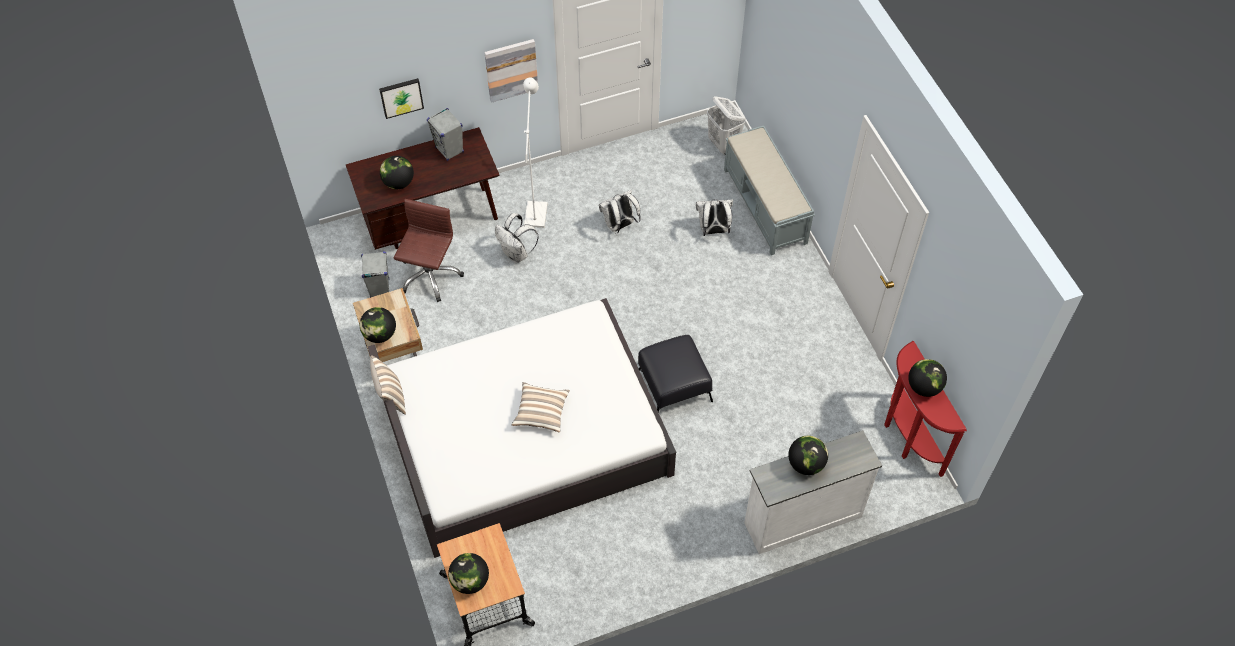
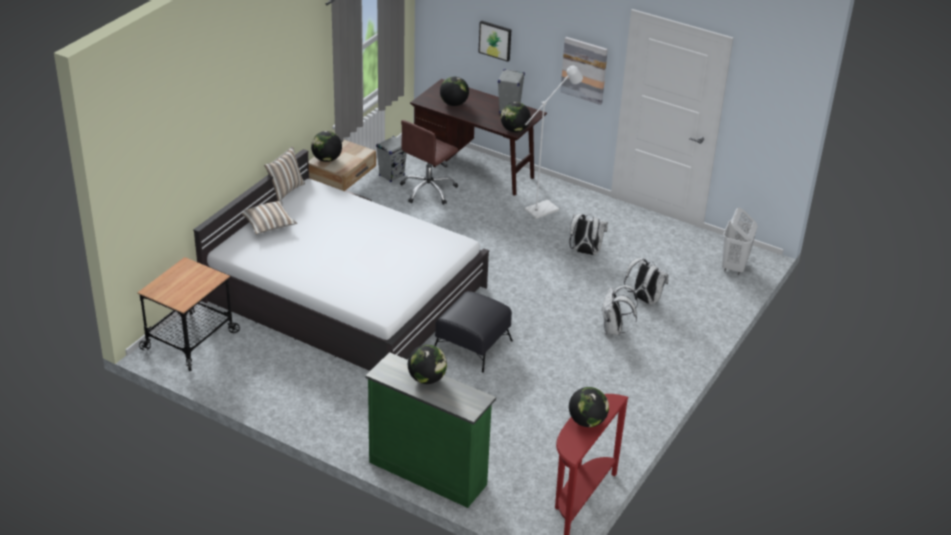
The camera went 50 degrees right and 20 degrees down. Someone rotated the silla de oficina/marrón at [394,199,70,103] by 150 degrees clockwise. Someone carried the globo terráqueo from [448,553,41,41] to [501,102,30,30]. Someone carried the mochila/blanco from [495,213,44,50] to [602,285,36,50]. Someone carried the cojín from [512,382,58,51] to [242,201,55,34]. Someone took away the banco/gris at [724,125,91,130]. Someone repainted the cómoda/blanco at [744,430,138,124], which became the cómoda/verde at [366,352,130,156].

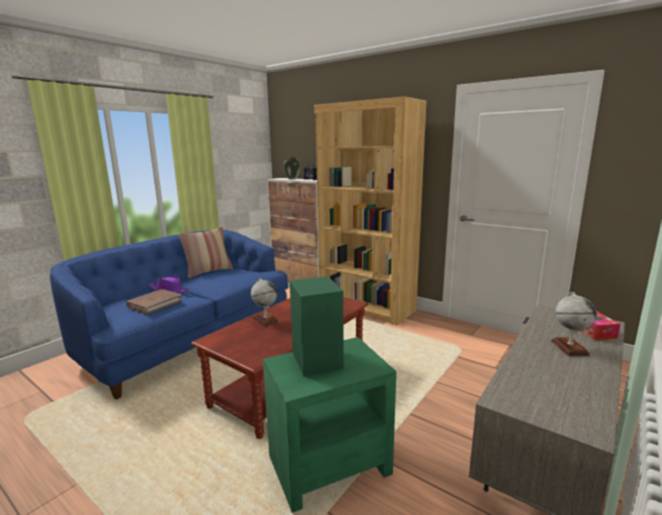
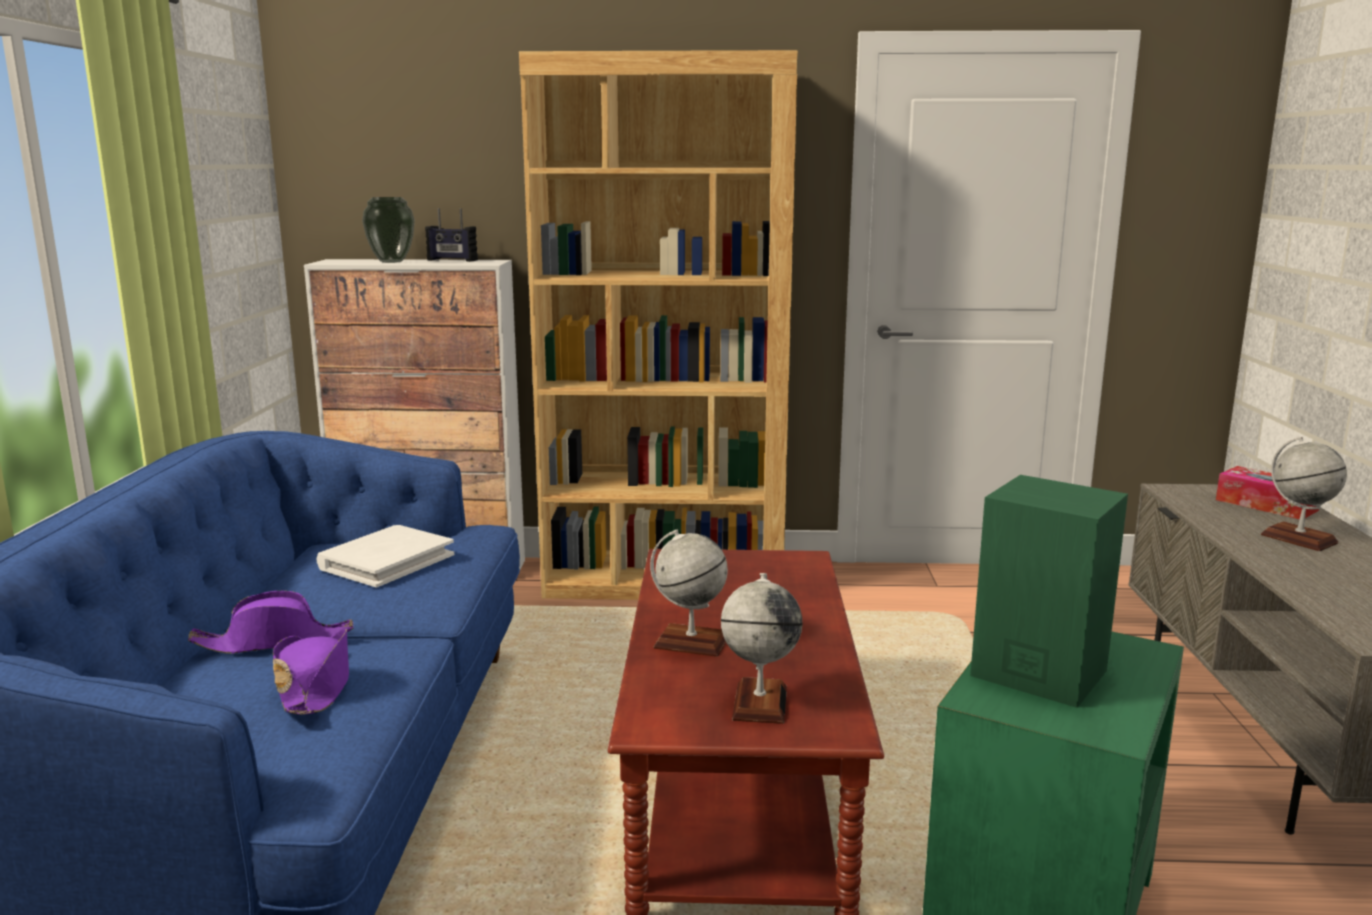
The camera went 35 degrees left and 0 degrees up. Someone swapped the libro/marrón at [126,289,57,25] for the sombrero/morado at [273,629,76,86]. Someone took away the cojín at [179,227,54,51]. Someone put down the libro/blanco at [317,525,137,62]. Someone put down the globo terráqueo at [721,573,81,151].

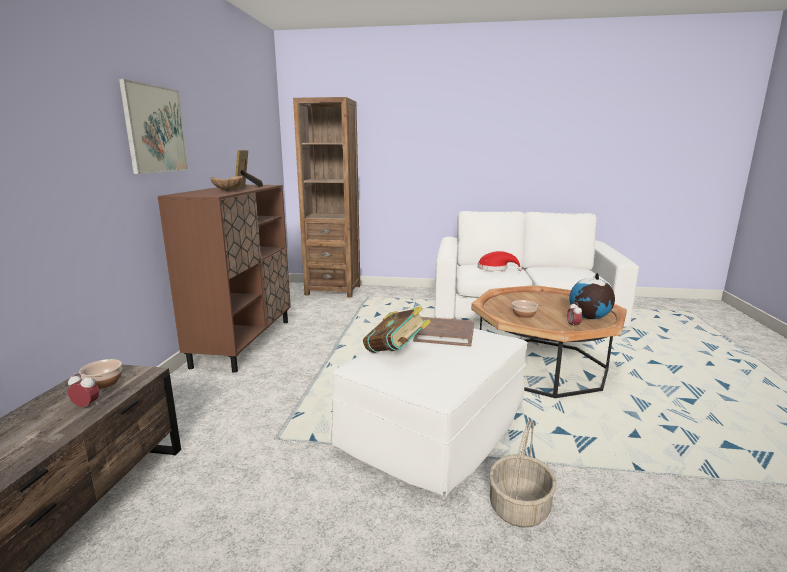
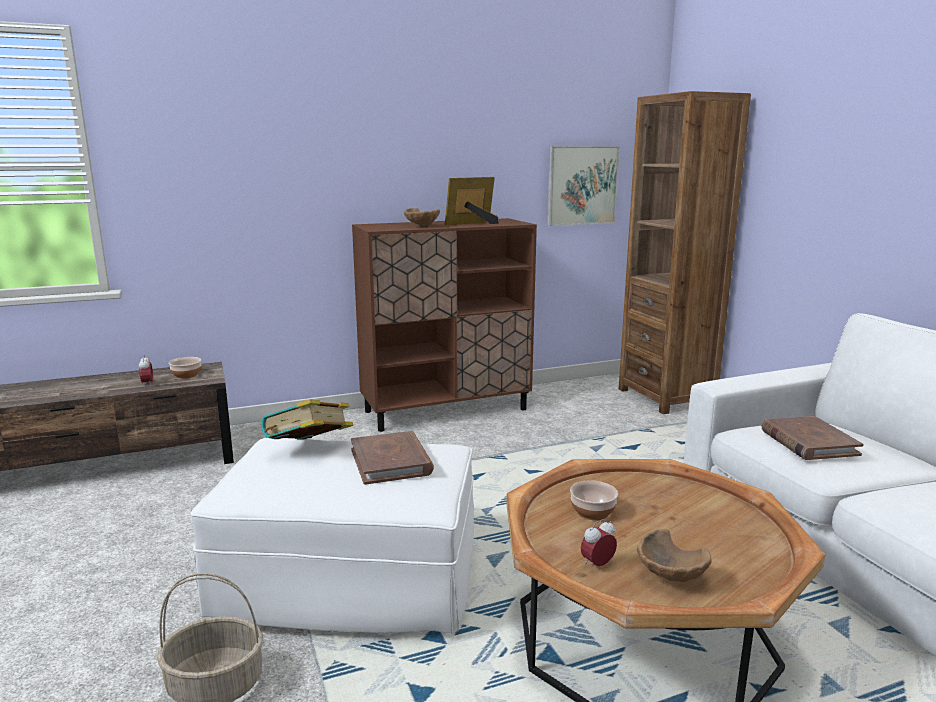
The camera went 60 degrees right and 0 degrees up. Someone carried the cuadro from [119,79,69,95] to [547,146,73,80]. Someone swapped the sombrero/rojo at [478,251,44,20] for the libro/marrón at [761,416,103,44]. Someone swapped the globo terráqueo at [569,273,46,46] for the cuenco/marrón at [637,529,75,53].

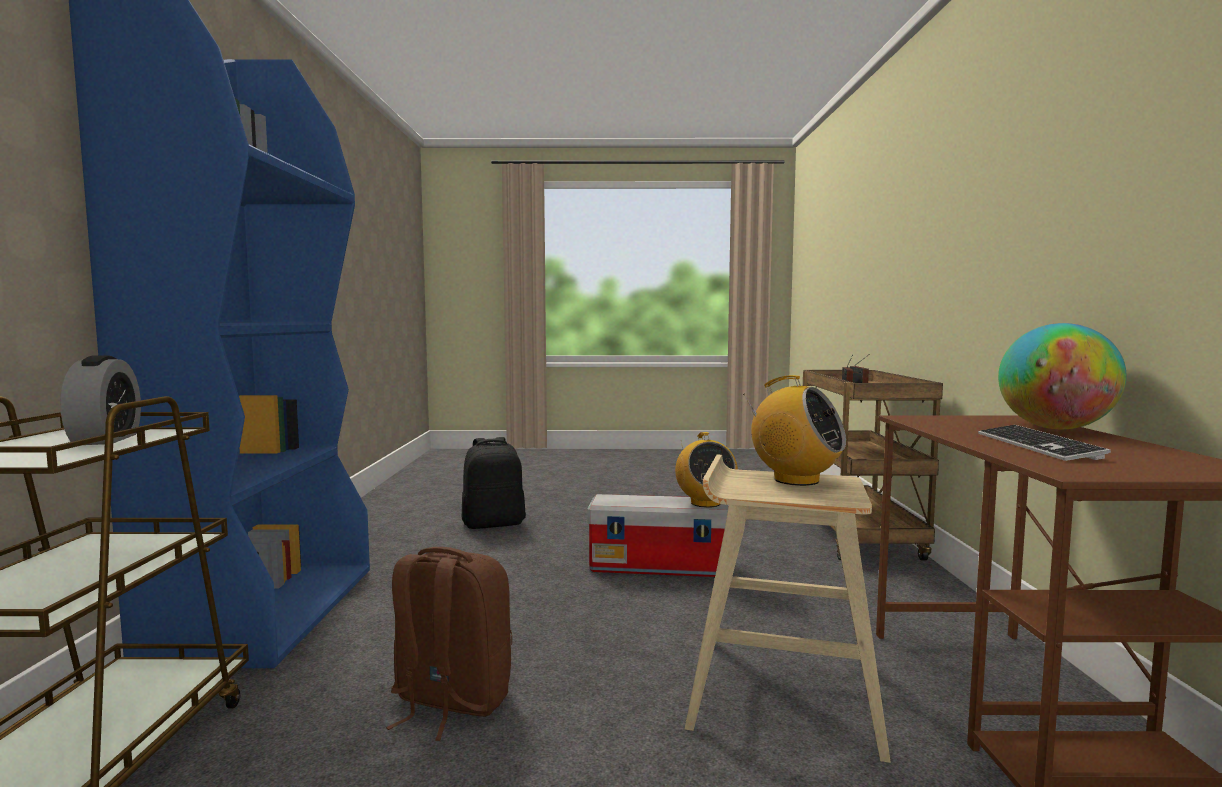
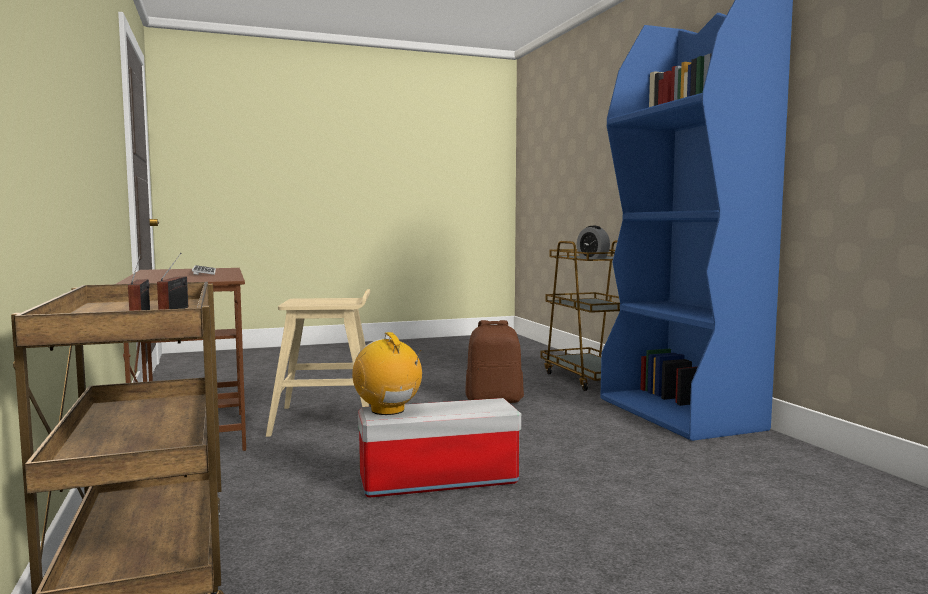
The camera went 160 degrees right and 0 degrees up. Someone took away the mochila/negro at [462,437,64,92]. Someone took away the radio at [743,375,103,111]. Someone took away the globo terráqueo at [998,323,128,106].

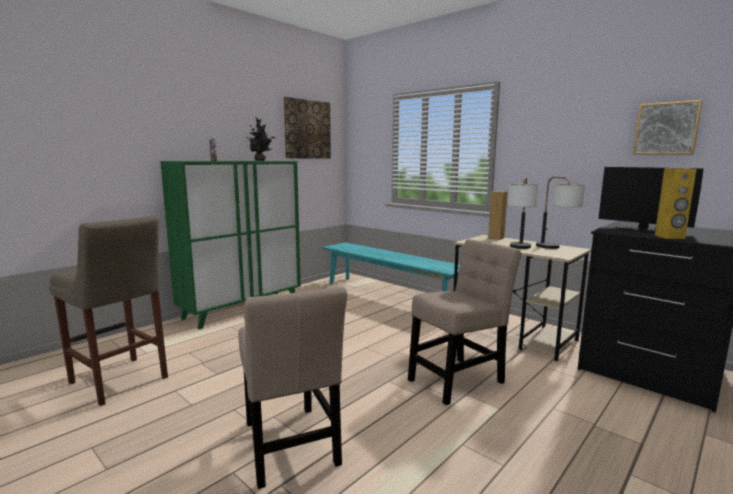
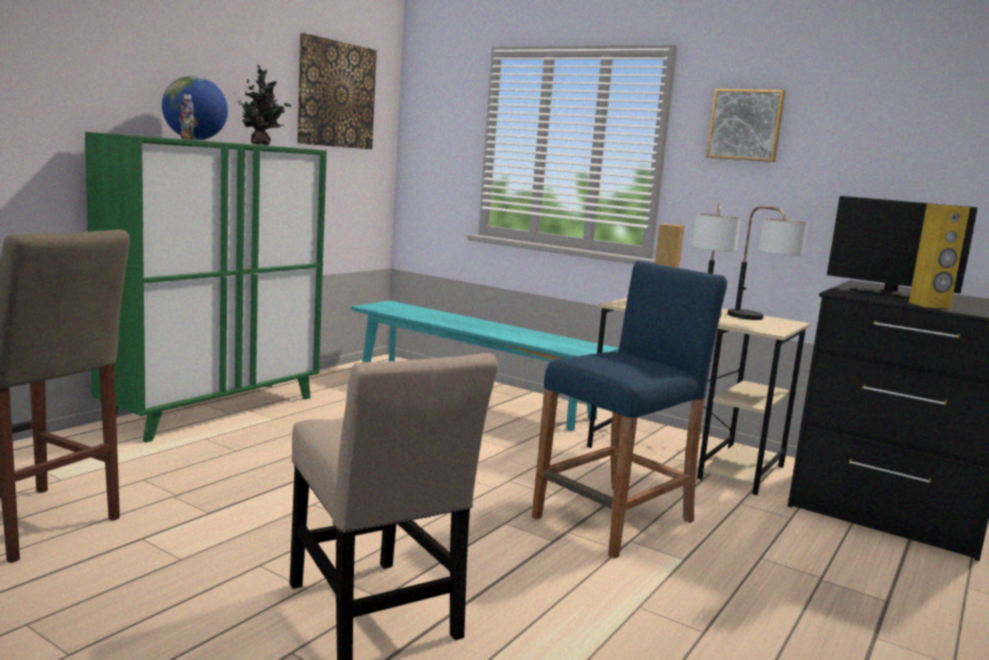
The camera went 10 degrees left and 0 degrees up. Someone swapped the silla/beis at [408,239,113,166] for the taburete/azul at [532,261,195,298]. Someone carried the cuadro from [633,100,69,55] to [706,89,79,73]. Someone put down the globo terráqueo at [162,76,66,64].

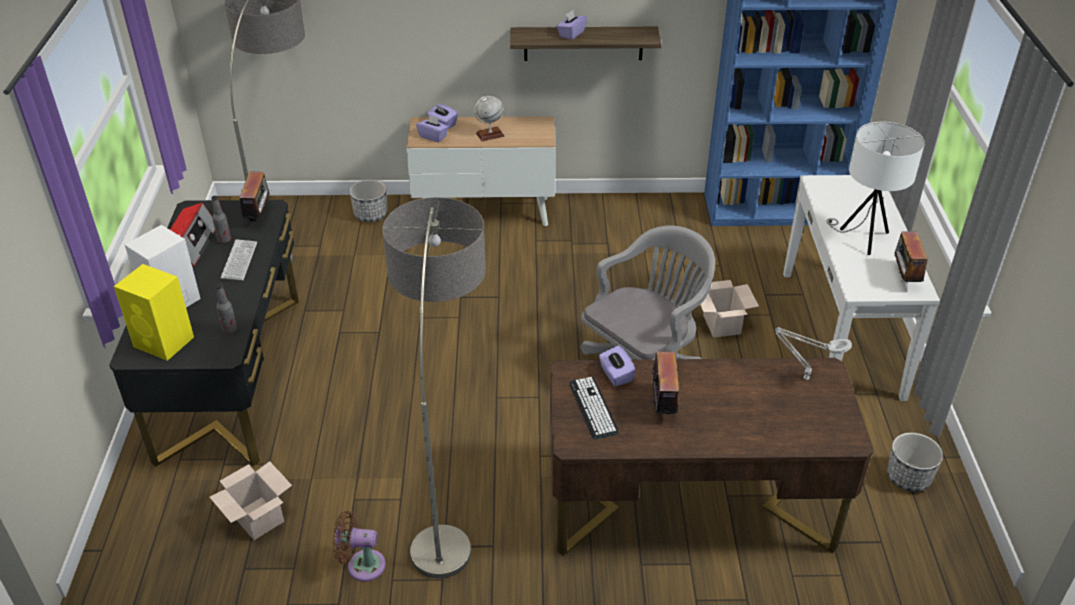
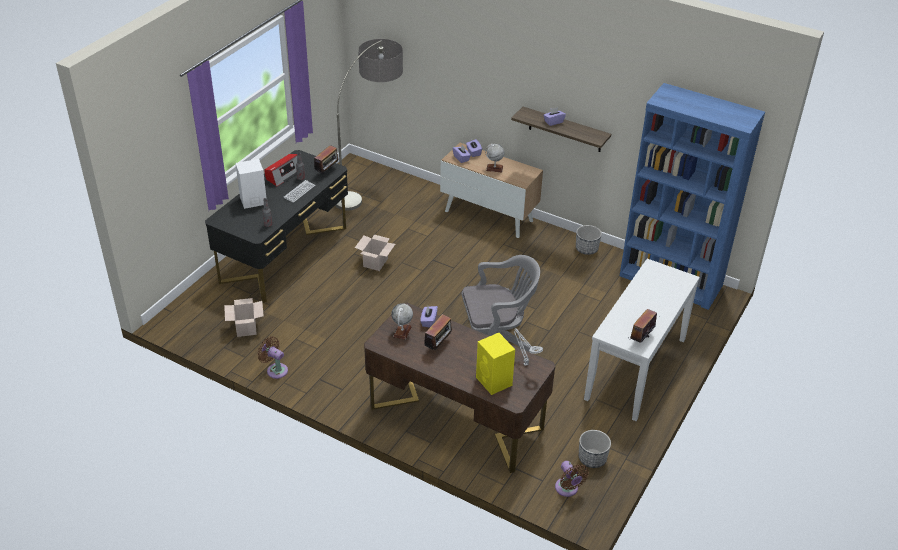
The camera went 30 degrees right and 0 degrees up. Someone carried the altavoz/amarillo from [114,264,80,97] to [476,333,39,62]. Someone carried the maceta from [349,180,38,42] to [576,225,26,30]. Someone took away the lámpara de pie at [382,197,104,382]. Someone swapped the teclado at [569,377,50,62] for the globo terráqueo at [391,303,22,37]. Someone carried the caja de cartón from [700,280,59,58] to [355,235,40,36]. Someone took away the lámpara de mesa/blanco at [826,122,99,133]. Someone put down the ventilador/marrón at [555,461,34,36].

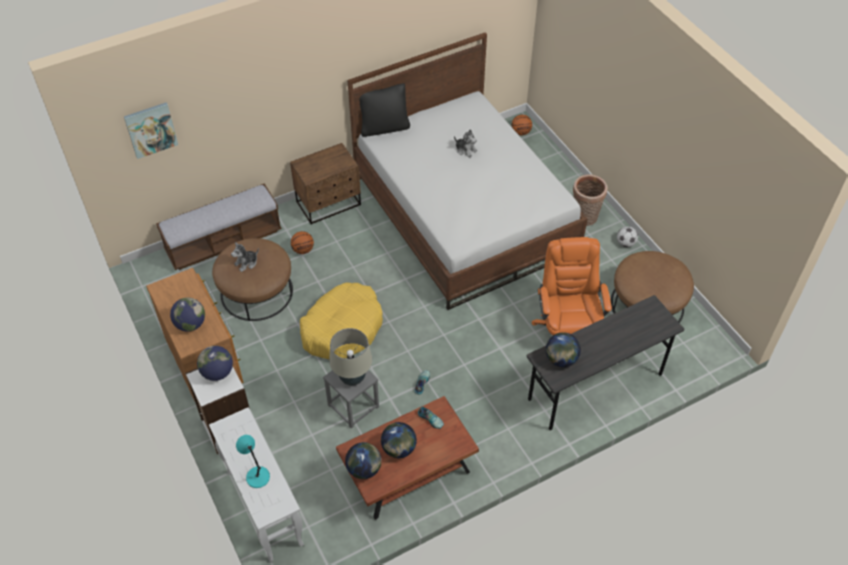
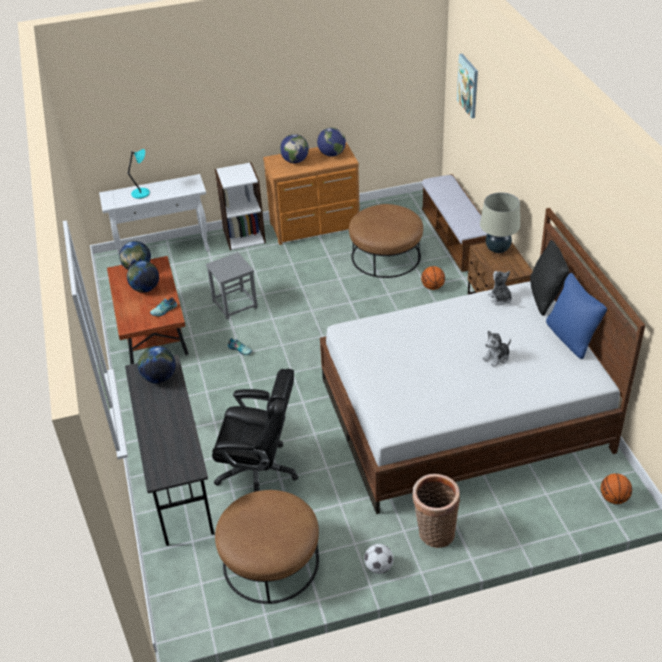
The camera went 105 degrees right and 10 degrees down. Someone carried the globo terráqueo from [197,346,36,35] to [317,127,29,30]. Someone carried the peluche from [231,242,28,30] to [488,271,24,34]. Someone took away the cama para perro/amarillo at [300,282,83,77]. Someone carried the lámpara de mesa/beis from [329,328,43,58] to [480,192,40,61]. Someone repainted the silla de oficina/naranja at [532,237,80,98], which became the silla de oficina/negro at [212,369,86,123]. Someone put down the cojín/azul at [546,273,61,86].

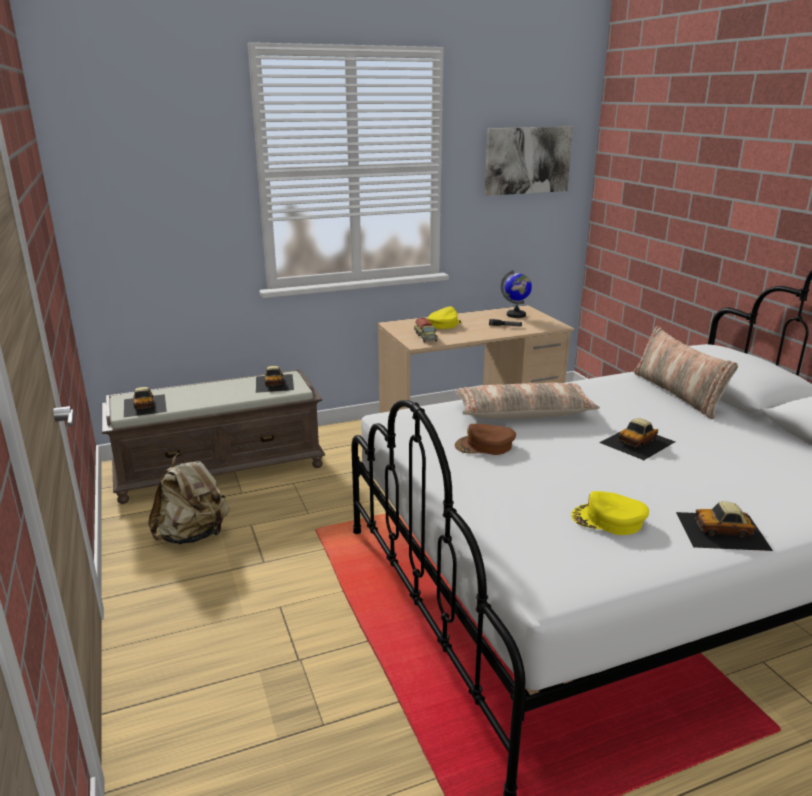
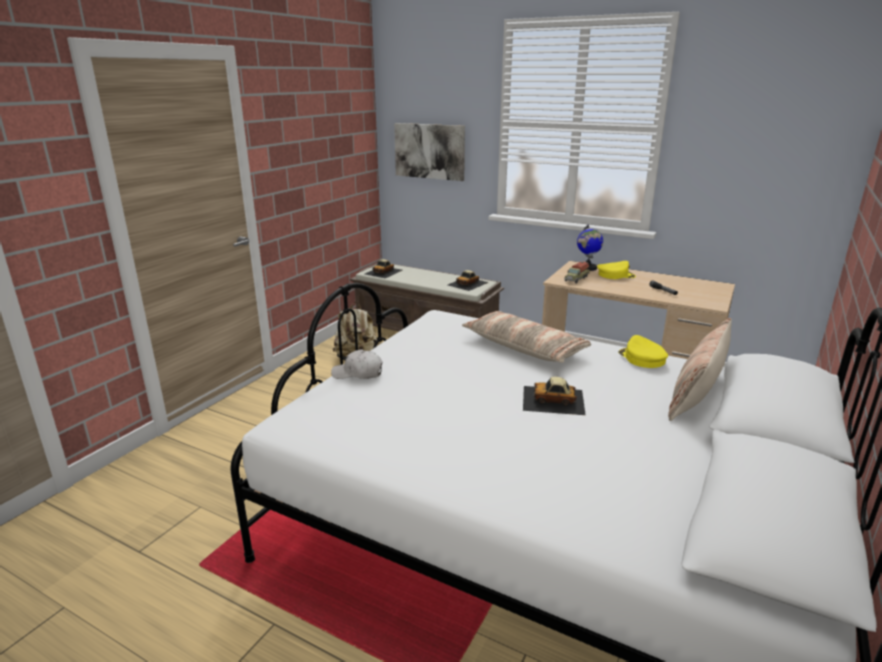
The camera went 50 degrees right and 0 degrees up. Someone took away the gorra/marrón at [455,424,61,31]. Someone carried the cuadro from [484,127,89,69] to [394,123,71,58]. Someone carried the globo terráqueo from [501,270,31,48] to [577,224,26,47]. Someone carried the gorra/amarillo from [571,491,78,44] to [618,335,50,33]. Someone took away the coche de juguete at [676,501,97,50]. Someone put down the gorra/blanco at [331,349,51,30].

